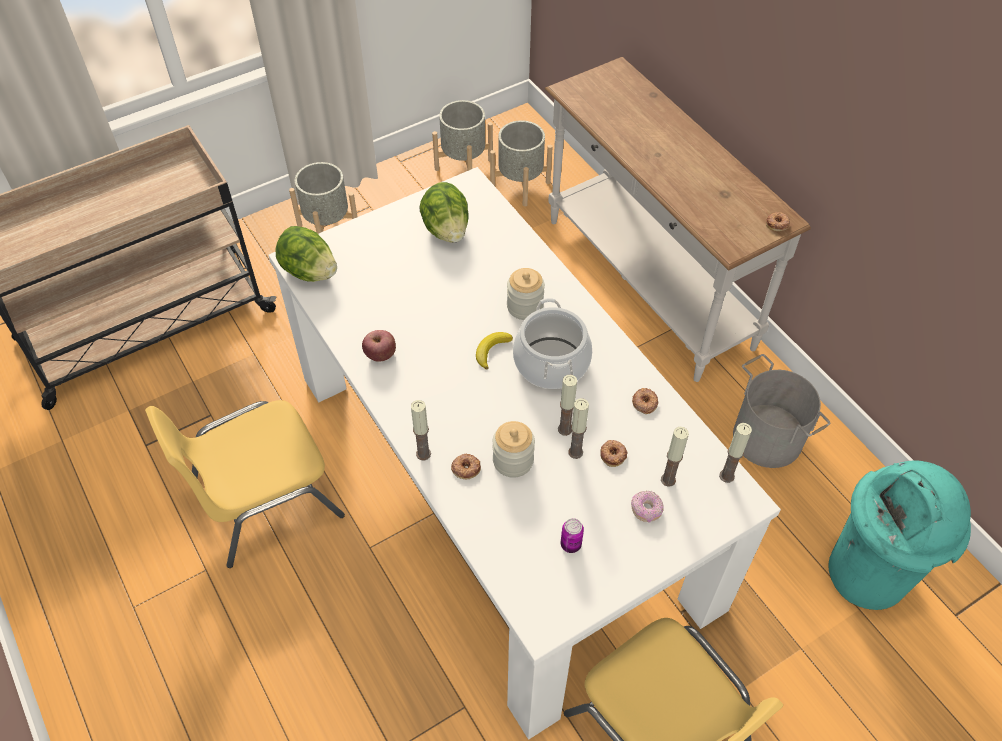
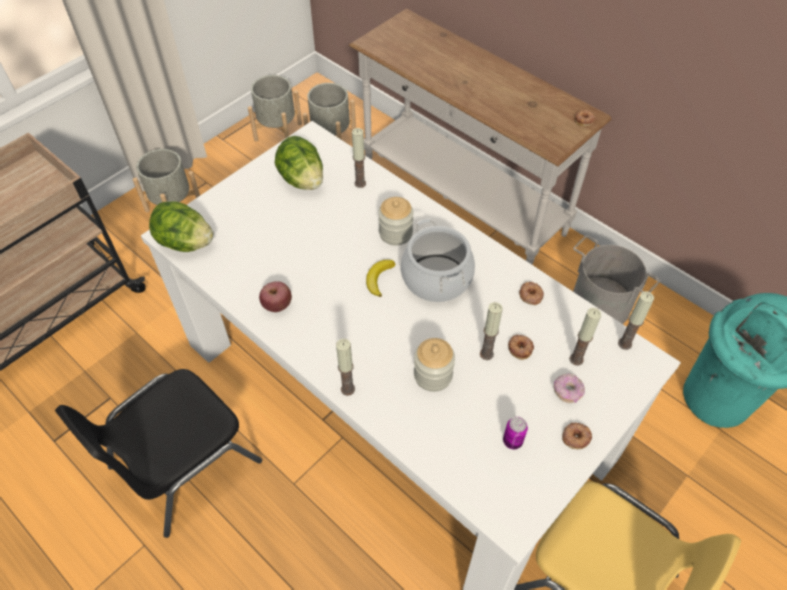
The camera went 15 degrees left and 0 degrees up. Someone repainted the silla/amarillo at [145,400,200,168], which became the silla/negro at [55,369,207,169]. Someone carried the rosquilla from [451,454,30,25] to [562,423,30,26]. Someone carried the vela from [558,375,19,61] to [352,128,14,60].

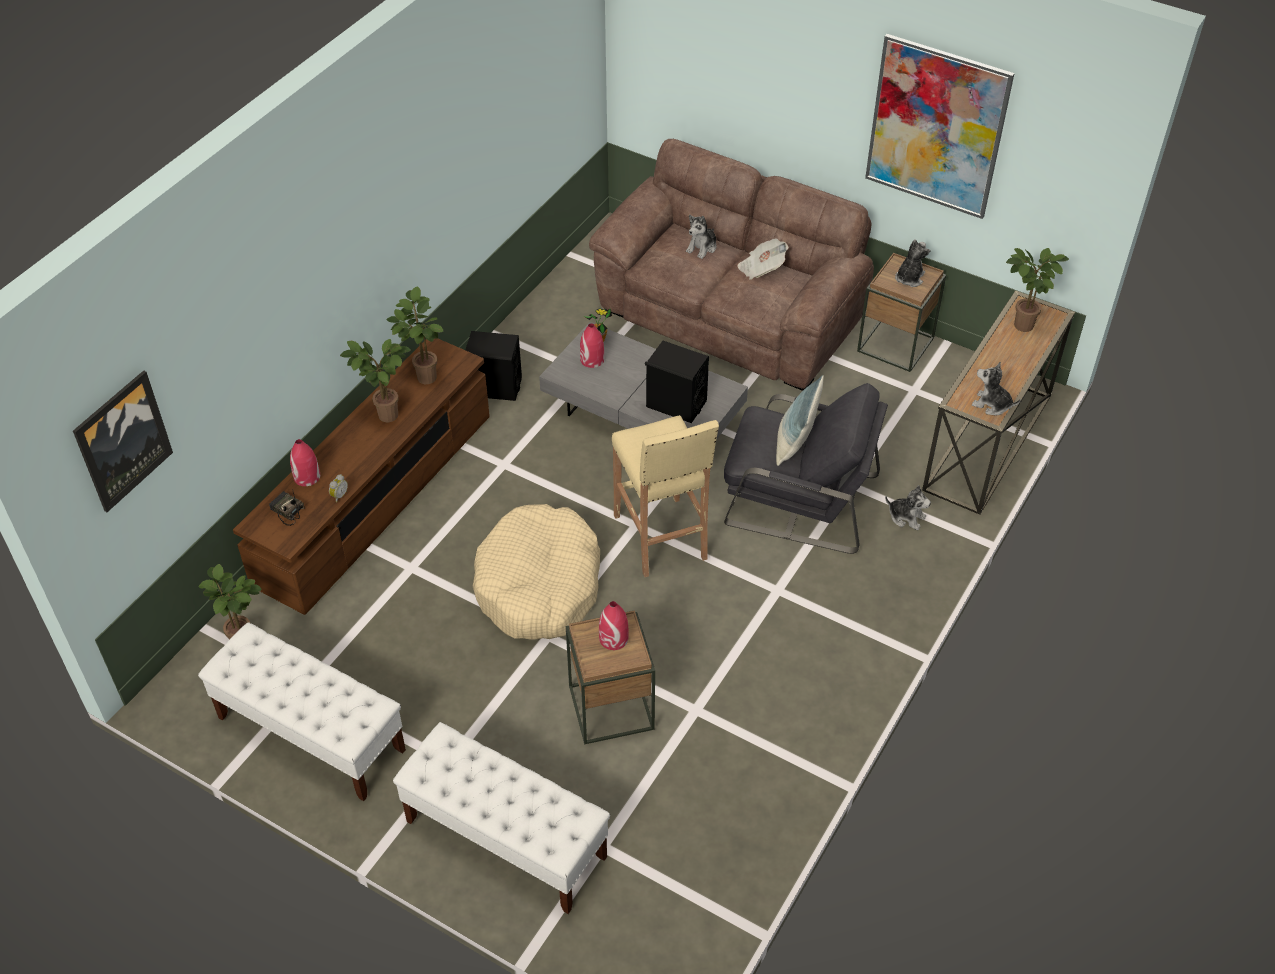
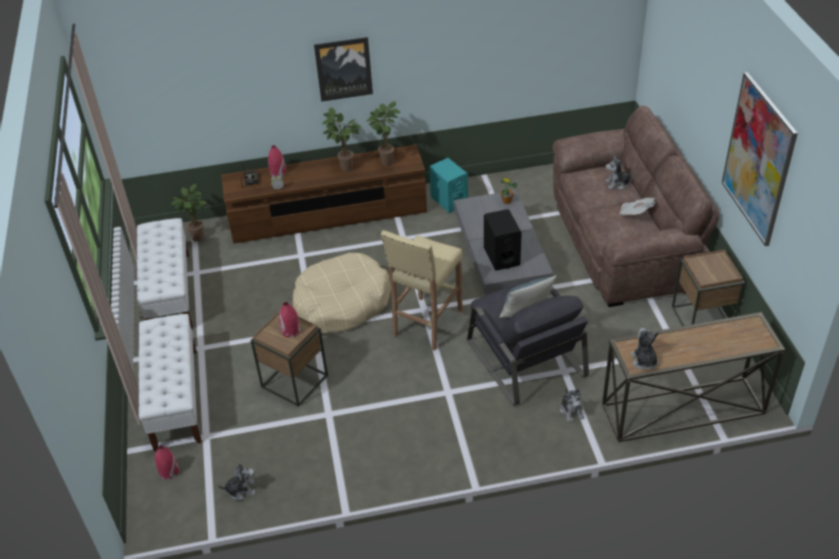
The camera went 50 degrees right and 5 degrees down. Someone carried the cuadro from [73,370,100,142] to [314,37,59,65]. Someone repainted the altavoz/negro at [465,331,57,70], which became the altavoz/turquesa at [429,158,39,55]. Someone carried the florero/rojo from [580,323,24,45] to [155,446,24,34]. Someone carried the peluche from [895,240,35,47] to [218,464,38,36]. Someone took away the planta en maceta at [1006,248,63,84].

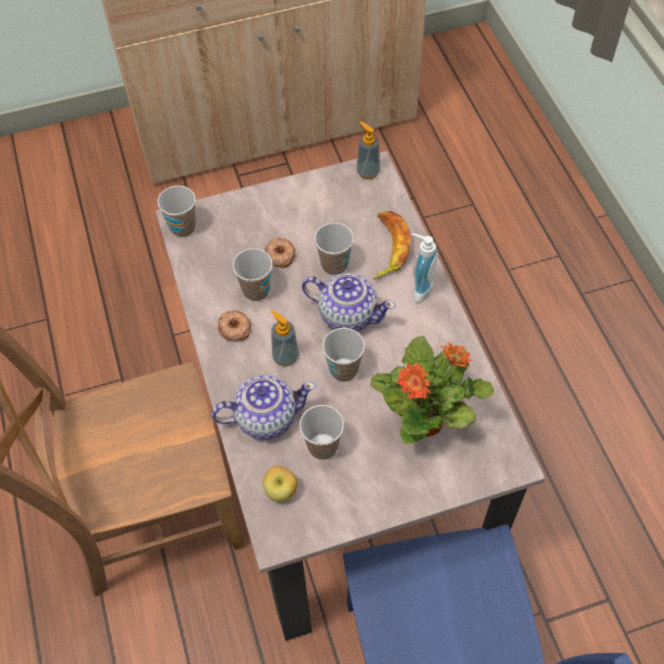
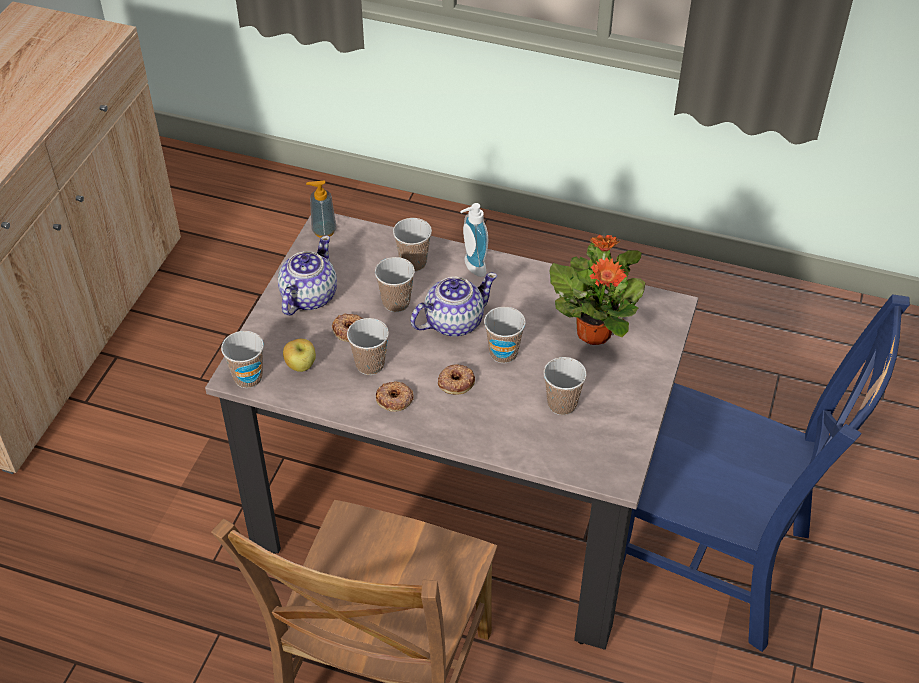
The camera went 55 degrees left and 10 degrees down. Someone carried the tetera from [211,375,104,65] to [278,235,59,81]. Someone carried the manzana from [263,466,35,36] to [283,339,33,33]. Someone swapped the dispensador de jabón at [271,310,28,56] for the rosquilla at [438,364,37,31]. Someone swapped the plátano at [373,211,38,68] for the taza at [393,218,39,54].

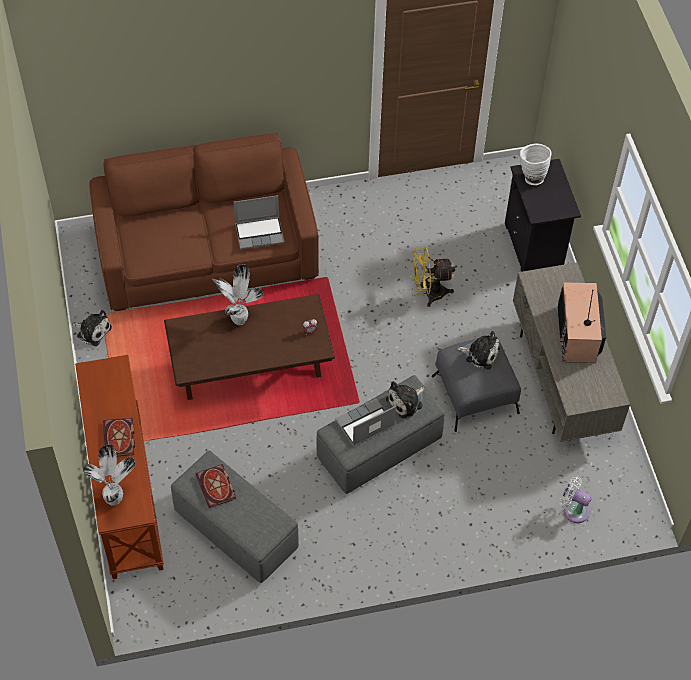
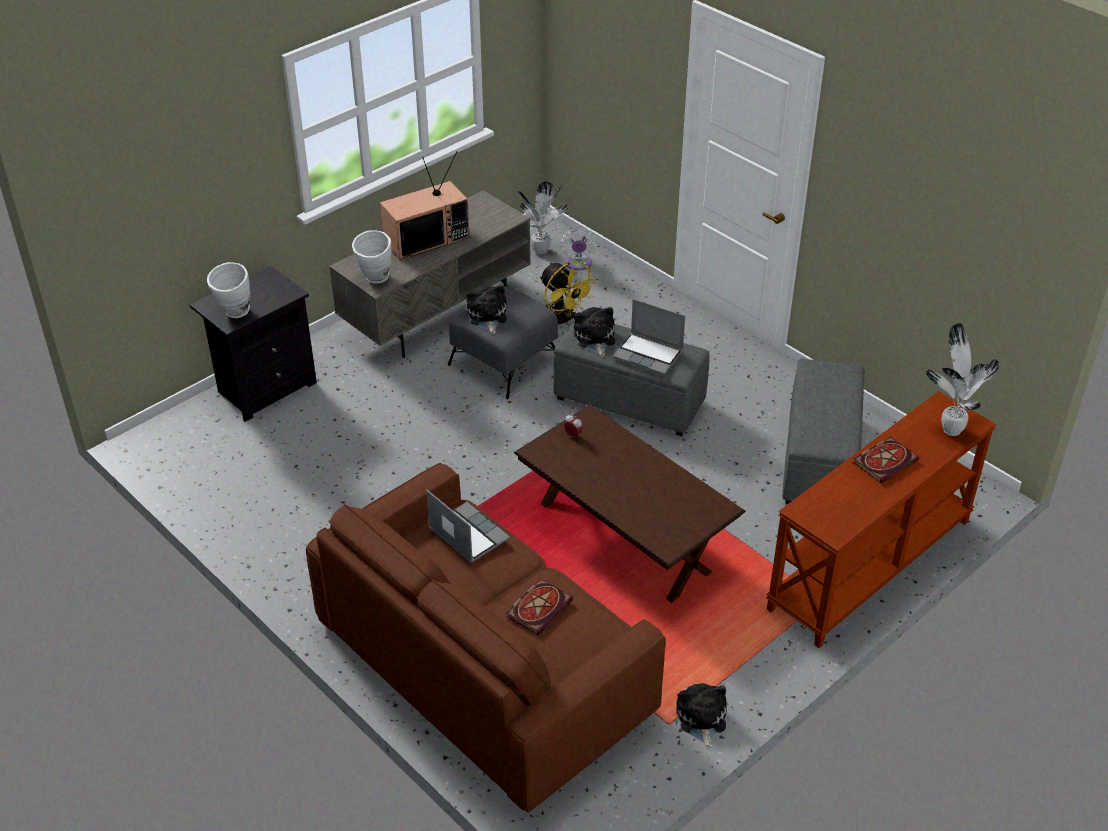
The camera went 120 degrees left and 15 degrees down. Someone carried the libro from [196,464,40,44] to [506,579,67,56]. Someone carried the planta en maceta from [212,264,51,61] to [518,181,50,74]. Someone rotated the peluche at [386,381,38,37] by 120 degrees counterclockwise. Someone carried the ventilador/amarillo from [413,247,42,60] to [540,261,57,64]. Someone put down the florero/blanco at [352,230,39,54].

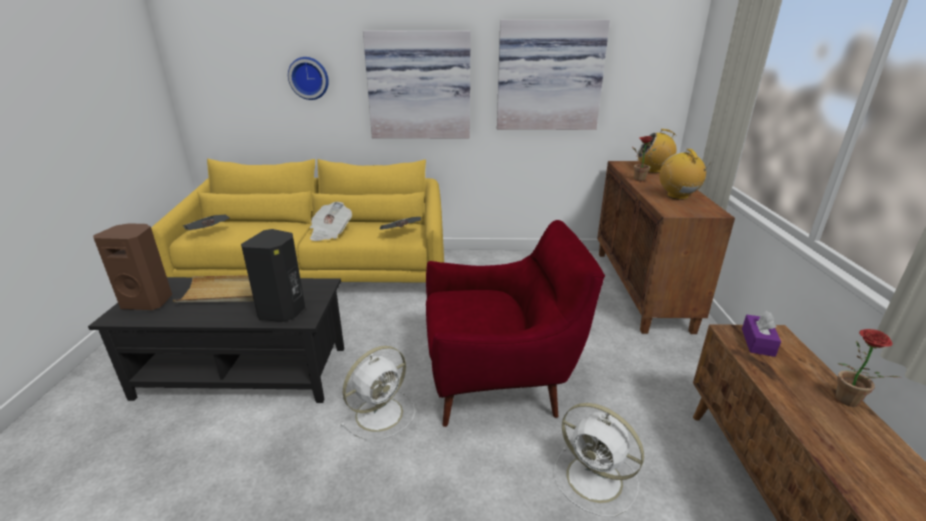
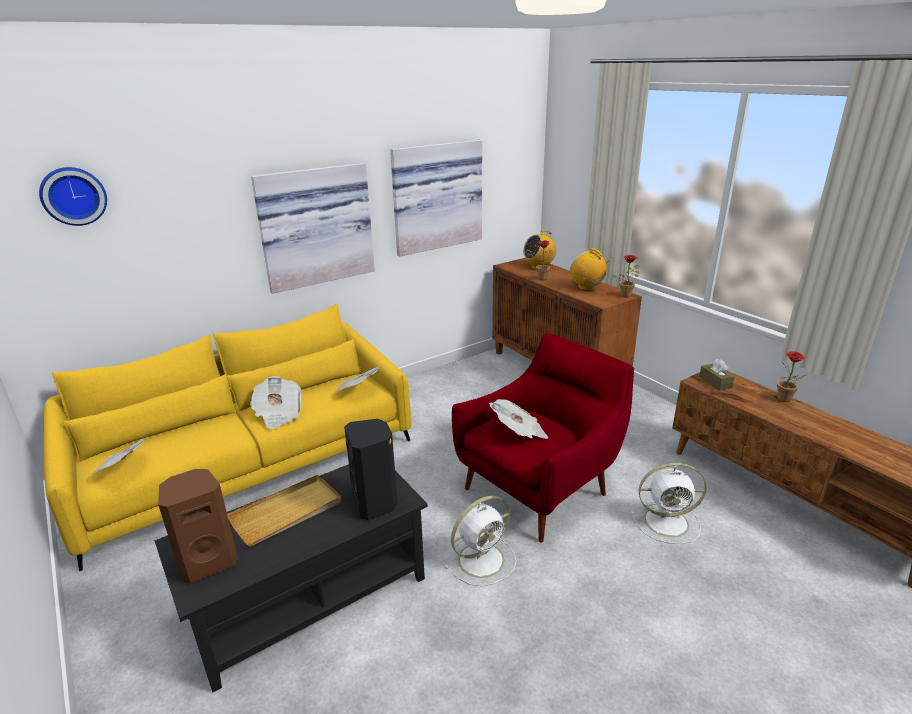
The camera went 35 degrees left and 0 degrees up. Someone carried the reloj de pared from [288,57,41,43] to [39,167,68,59]. Someone rotated the ventilador/blanco at [340,346,75,94] by 45 degrees clockwise. Someone repainted the caja de pañuelos/morado at [742,311,39,46], which became the caja de pañuelos/marrón at [699,359,36,31]. Someone put down the periódico at [489,399,60,40]. Someone put down the planta en maceta at [612,255,28,43].

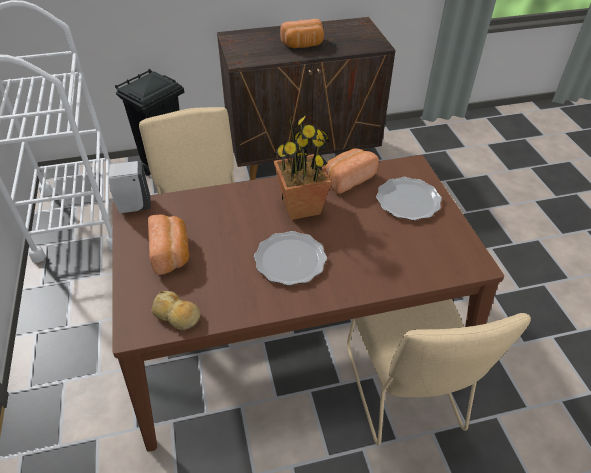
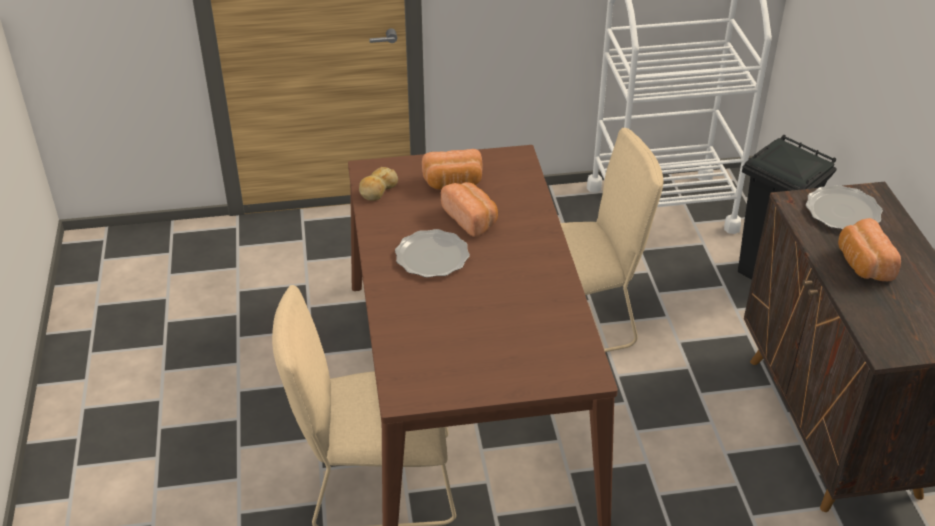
The camera went 95 degrees right and 5 degrees down. Someone took away the dispensador de jabón/blanco at [109,161,42,52]. Someone took away the planta en maceta at [274,112,58,108]. Someone carried the pan from [324,148,55,46] to [441,182,57,55]. Someone carried the plato from [376,177,66,43] to [806,185,77,45].

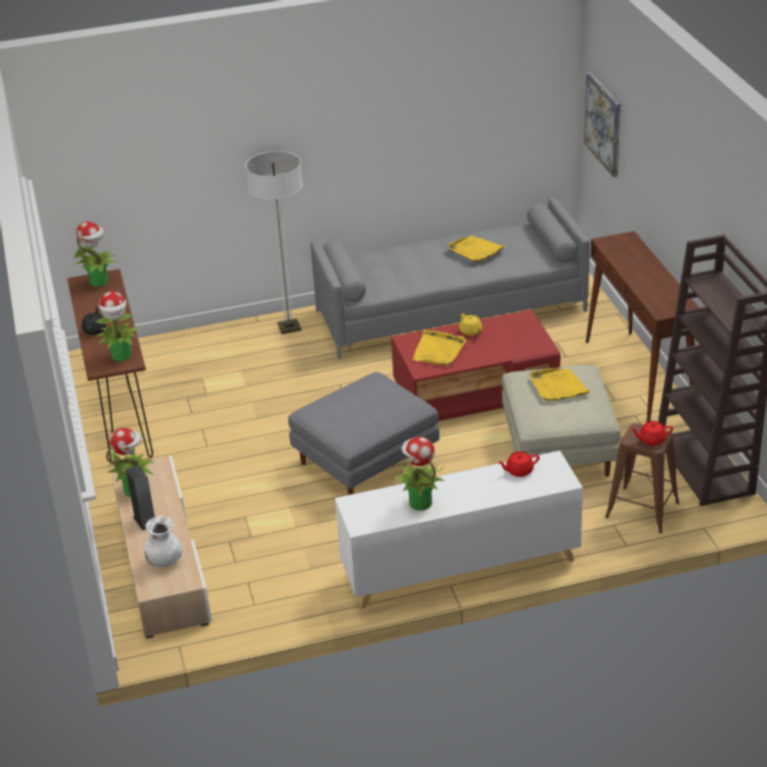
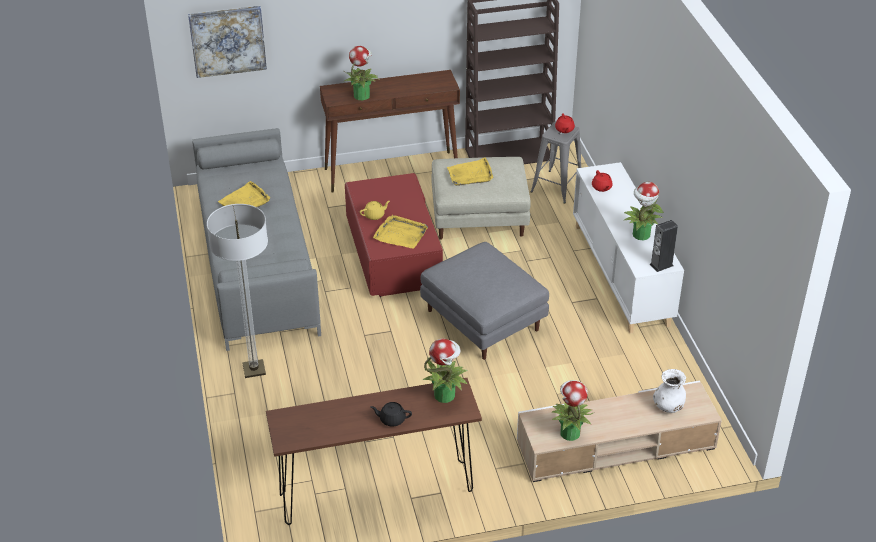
The camera went 90 degrees left and 5 degrees up. Someone carried the planta en maceta from [74,221,43,66] to [344,46,36,54]. Someone carried the altavoz from [126,465,29,65] to [649,220,29,52]. Someone repainted the taburete/marrón at [605,423,74,110], which became the taburete/gris at [530,121,51,83].

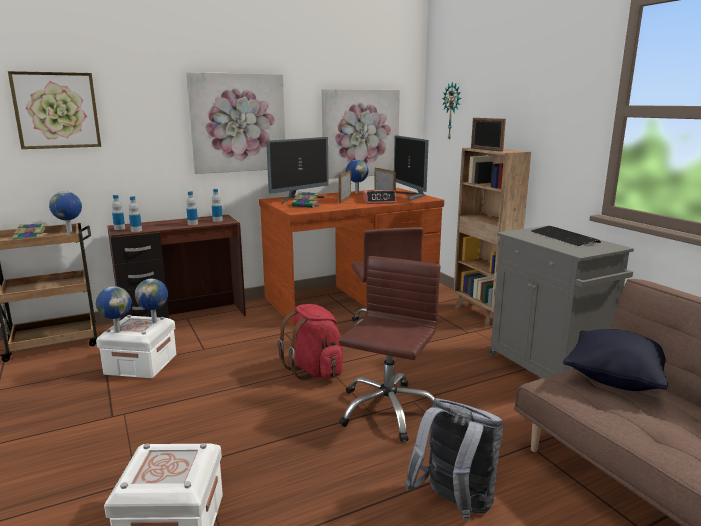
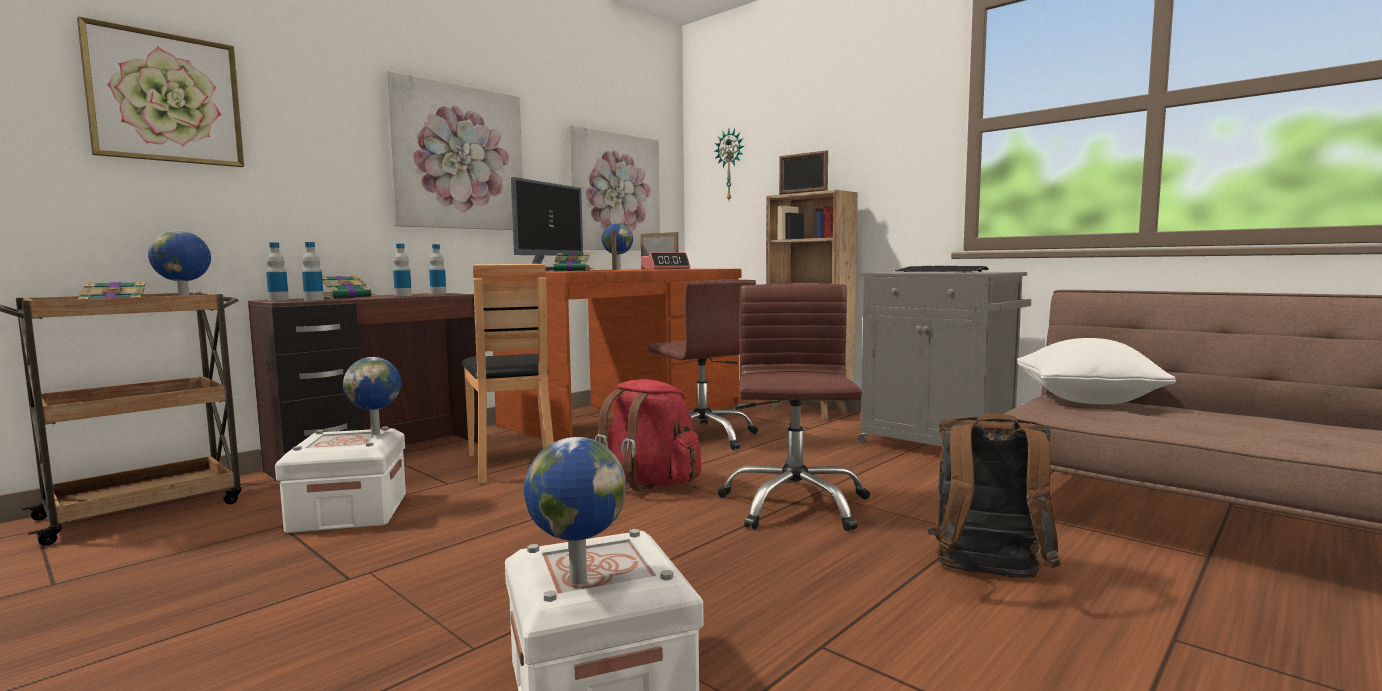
The camera went 20 degrees left and 10 degrees down. Someone carried the globo terráqueo from [96,286,35,47] to [524,437,102,148]. Someone took away the monitor at [394,135,35,66]. Someone repainted the mochila/gris at [405,398,99,122], which became the mochila/marrón at [927,413,134,165]. Someone repainted the cojín/negro at [563,329,105,62], which became the cojín/blanco at [1017,338,159,66]. Someone put down the libro at [322,276,53,23]. Someone put down the silla/marrón at [462,264,92,220].

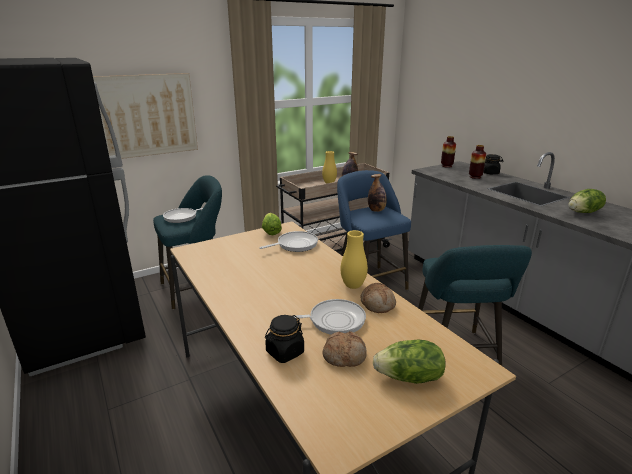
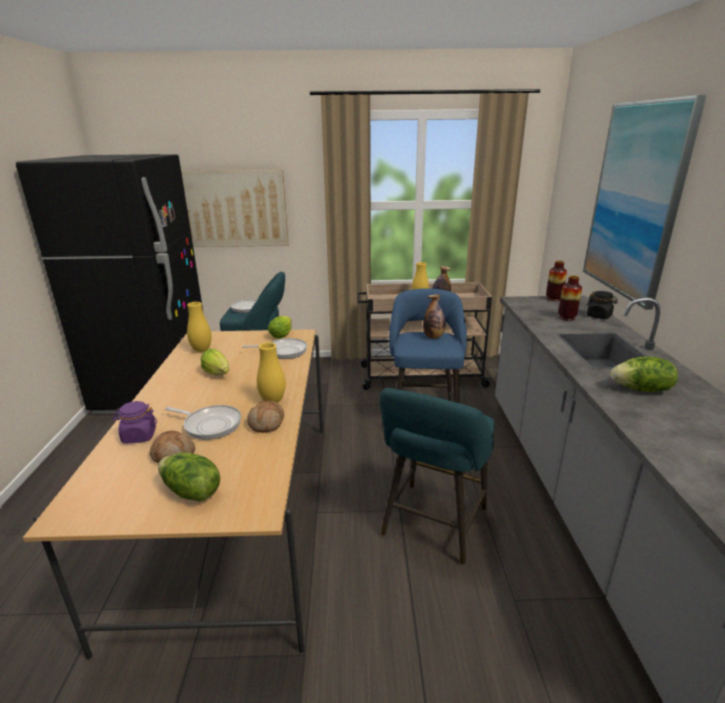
The camera went 30 degrees right and 0 degrees up. Someone repainted the tarro/negro at [265,315,39,48], which became the tarro/morado at [113,401,44,43]. Someone put down the florero/amarillo at [187,302,25,50]. Someone put down the lechuga at [201,349,28,27]. Someone put up the cuadro at [583,95,124,215].

